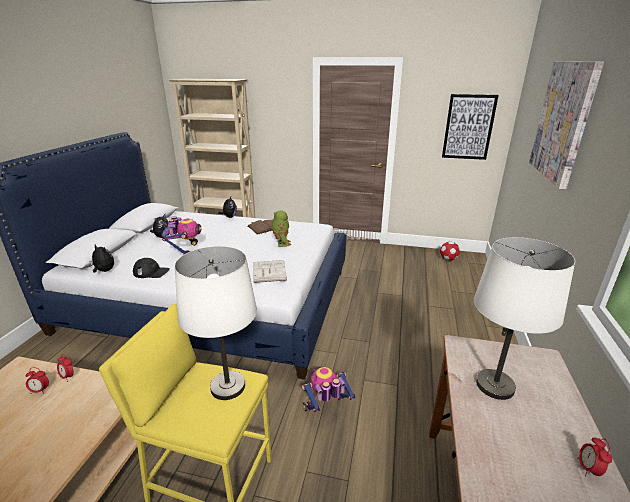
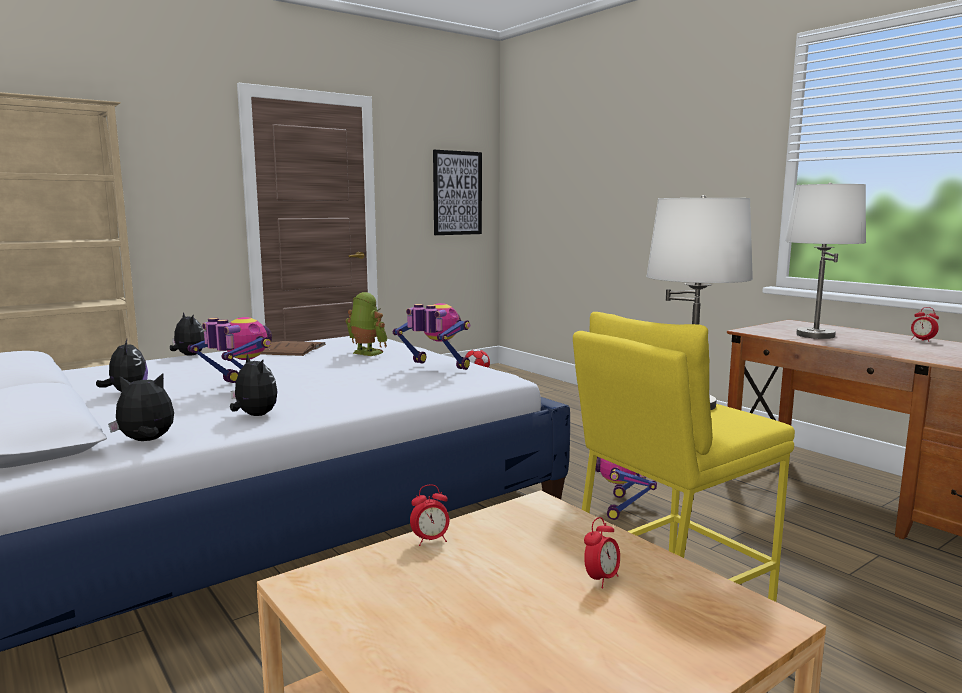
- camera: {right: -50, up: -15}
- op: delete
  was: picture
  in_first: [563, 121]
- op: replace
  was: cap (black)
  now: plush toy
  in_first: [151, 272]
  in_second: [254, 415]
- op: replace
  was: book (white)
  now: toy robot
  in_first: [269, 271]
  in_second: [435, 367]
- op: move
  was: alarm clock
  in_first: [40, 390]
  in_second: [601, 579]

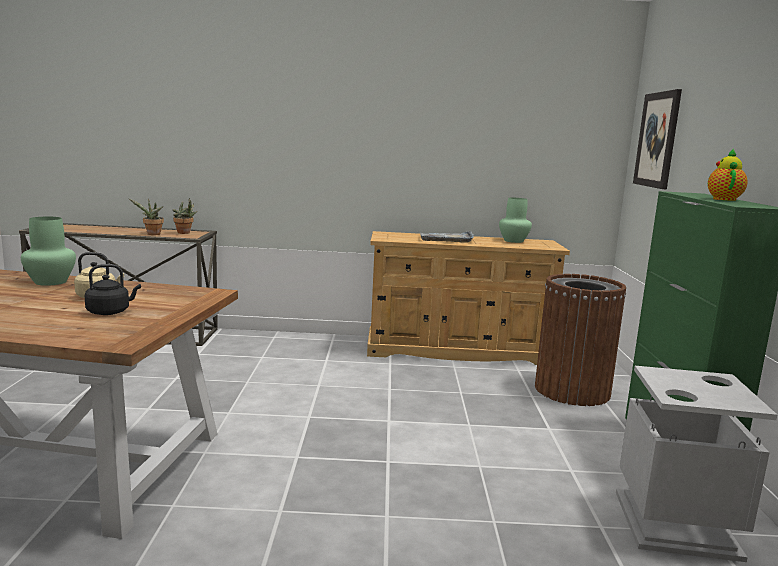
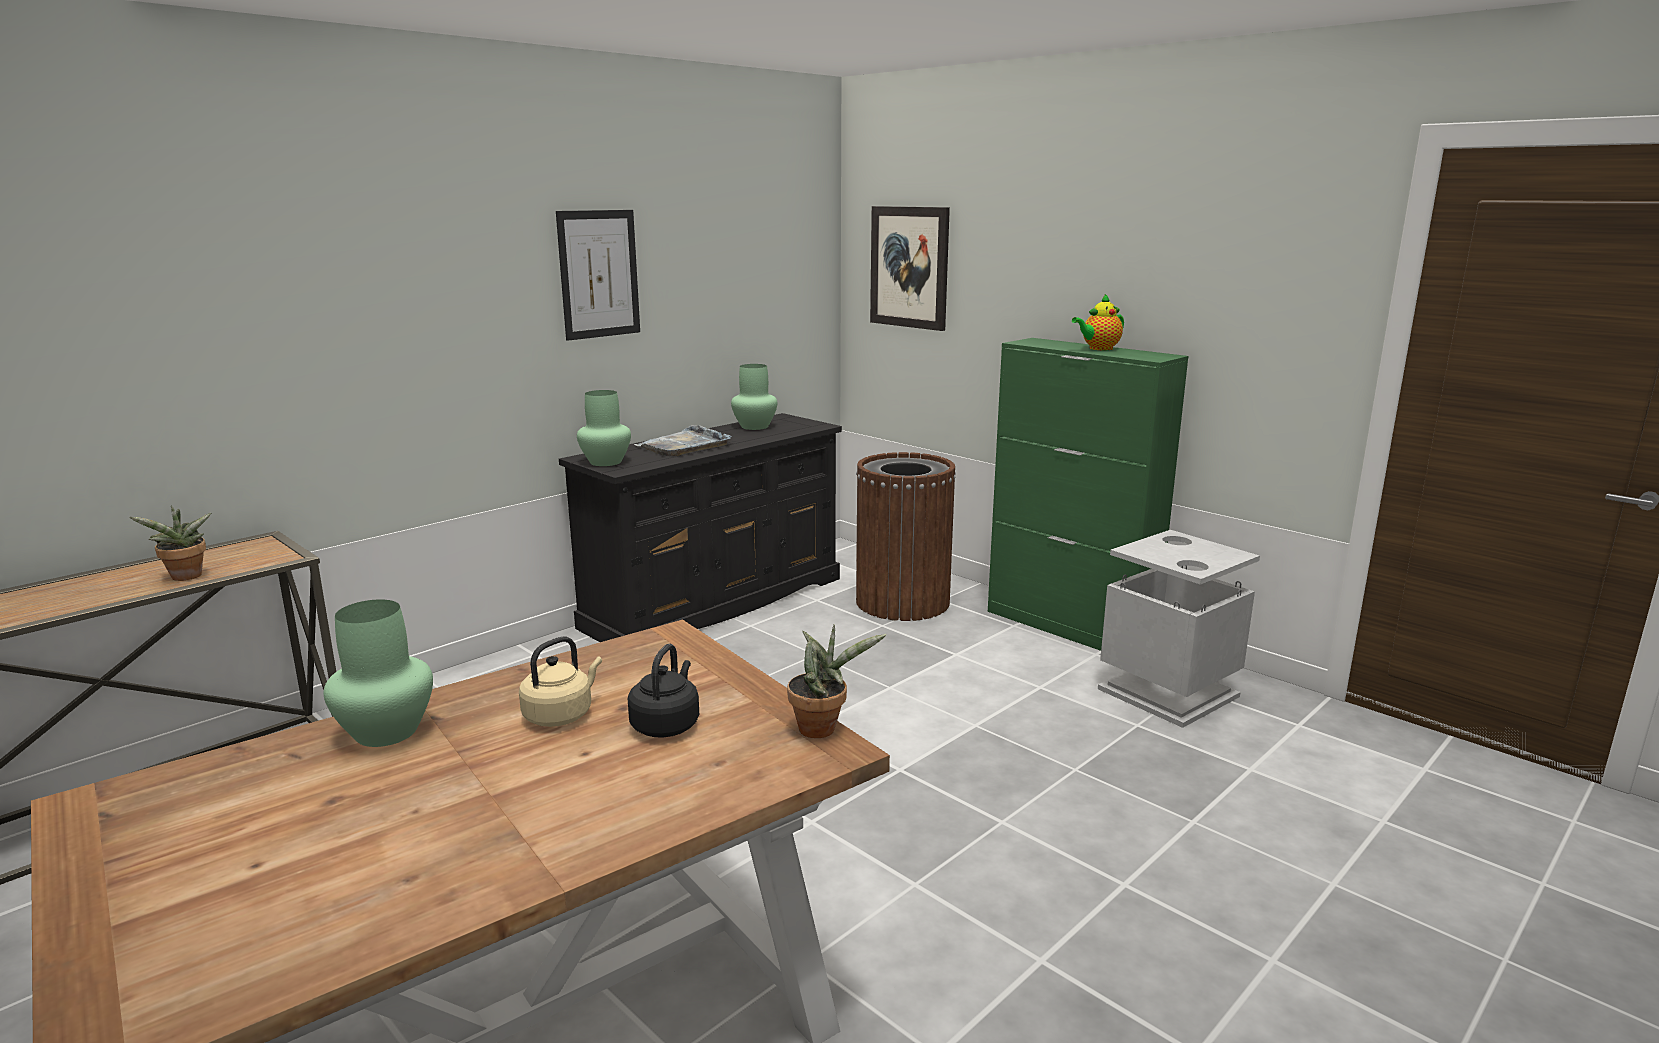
- camera: {right: -45, up: 5}
- op: rotate
  was: teapot
  in_first: [723, 199]
  in_second: [1098, 349]
  clockwise: -90
- op: move
  was: potted plant
  in_first: [185, 233]
  in_second: [822, 728]
- op: recolor
  was: dresser (beige)
  now: dresser (black)
  in_first: [459, 350]
  in_second: [716, 602]
- op: insert
  now: picture
  in_second: [599, 274]
- op: insert
  now: vase (green)
  in_second: [606, 462]

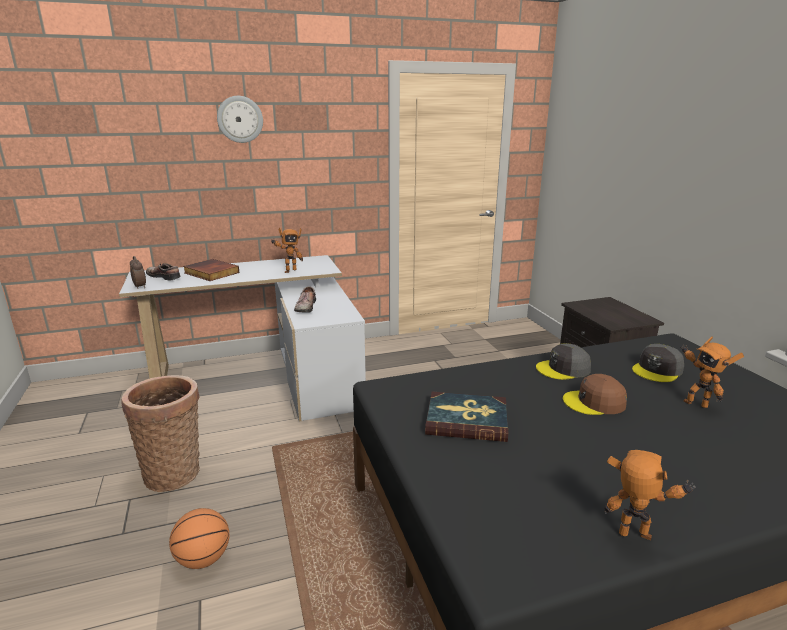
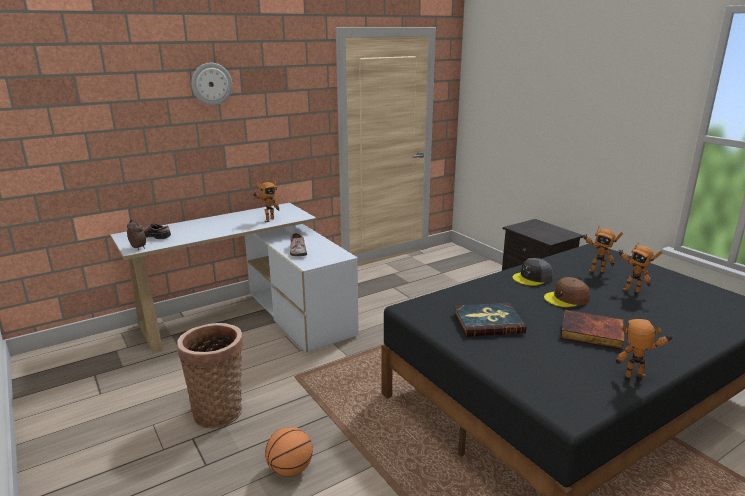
- camera: {right: -15, up: 0}
- op: move
  was: book
  in_first: [210, 273]
  in_second: [591, 333]
- op: replace
  was: cap (grey)
  now: toy robot
  in_first: [657, 370]
  in_second: [596, 271]

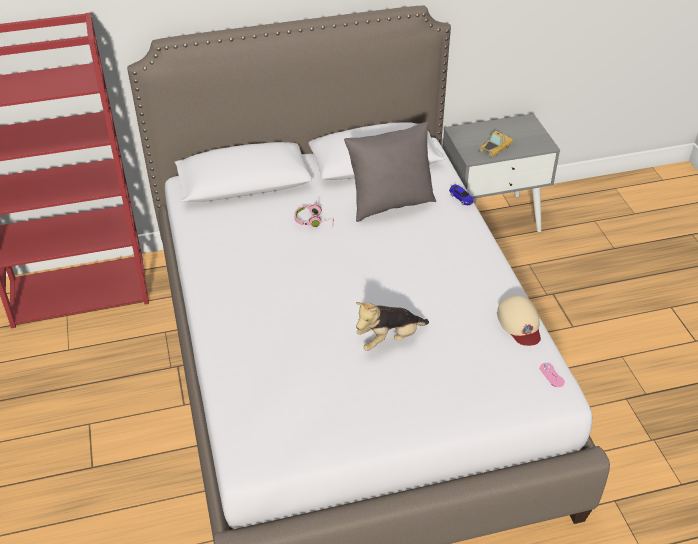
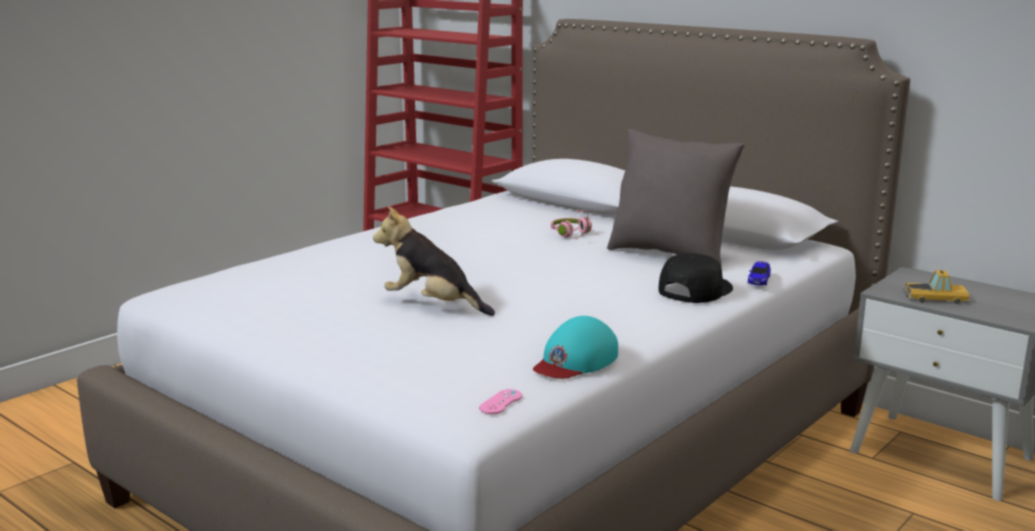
- camera: {right: 55, up: -25}
- op: recolor
  was: cap (beige)
  now: cap (turquoise)
  in_first: [519, 323]
  in_second: [575, 360]
- op: insert
  now: cap (black)
  in_second: [694, 289]

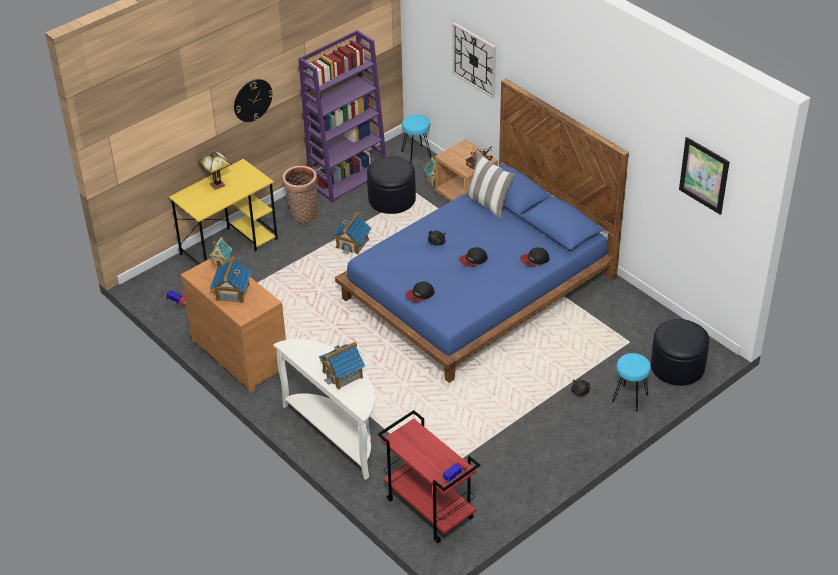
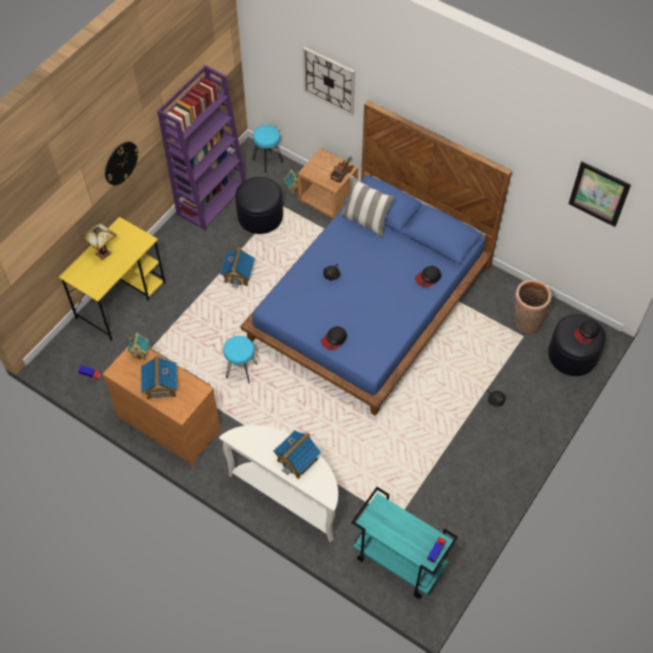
- camera: {right: -15, up: 15}
- op: move
  was: basket
  in_first: [302, 214]
  in_second: [526, 321]
- op: move
  was: cap
  in_first: [473, 260]
  in_second: [586, 333]
- op: move
  was: stool (turquoise)
  in_first: [629, 397]
  in_second: [241, 370]
- op: recolor
  was: cart (red)
  now: cart (turquoise)
  in_first: [428, 509]
  in_second: [398, 561]

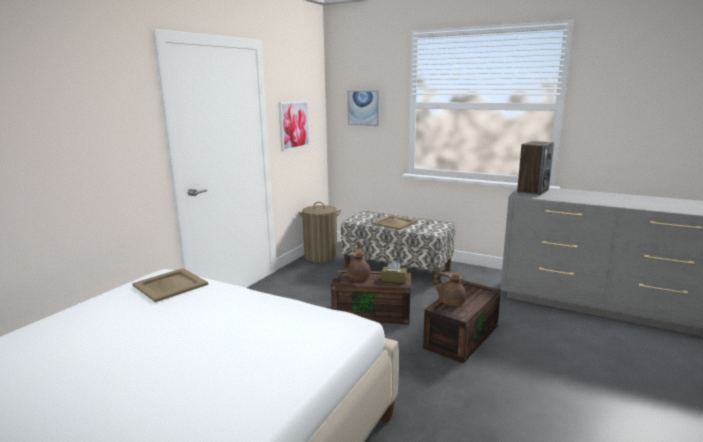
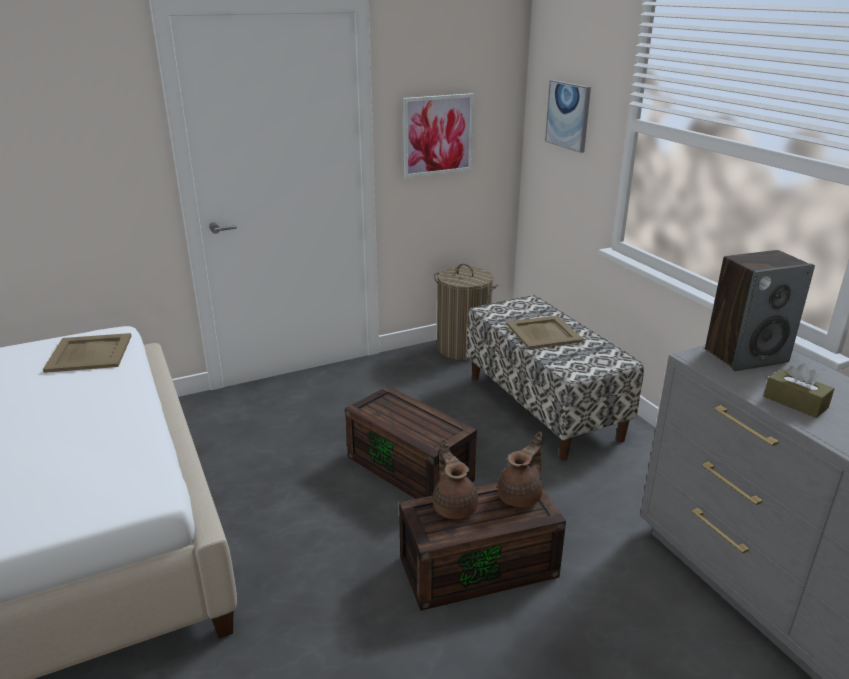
- camera: {right: 35, up: 10}
- op: move
  was: teapot (brown)
  in_first: [359, 276]
  in_second: [521, 496]
- op: move
  was: tissue box (brown)
  in_first: [394, 279]
  in_second: [795, 402]

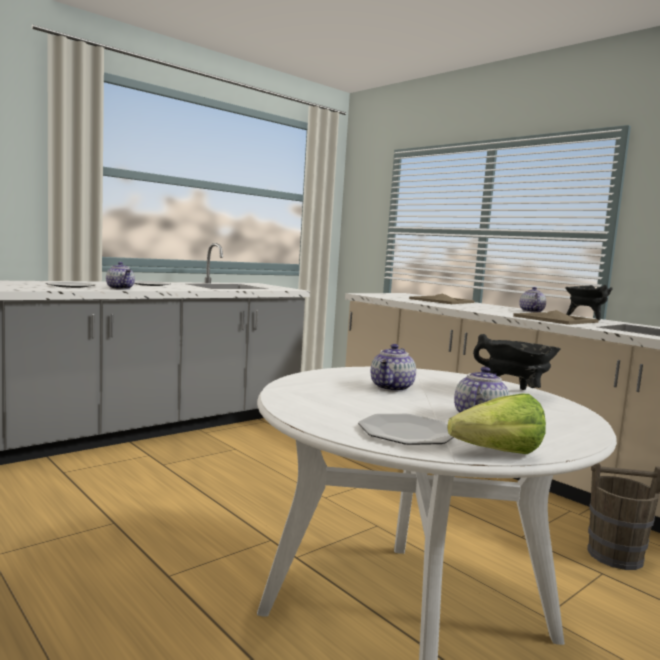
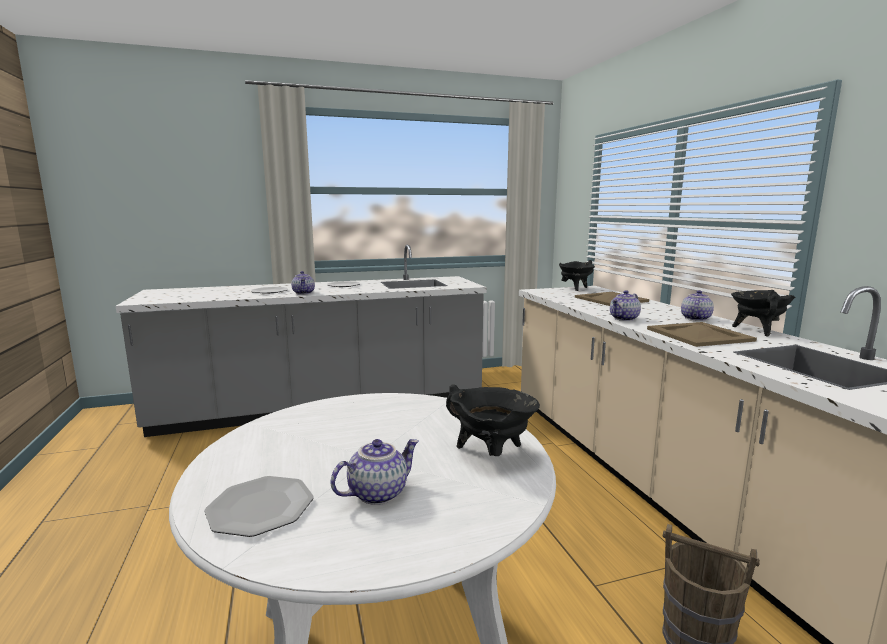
- camera: {right: 25, up: 5}
- op: move
  was: teapot
  in_first: [392, 388]
  in_second: [624, 319]
- op: delete
  was: lettuce
  in_first: [489, 453]
- op: insert
  now: cooking pot (black)
  in_second: [575, 289]

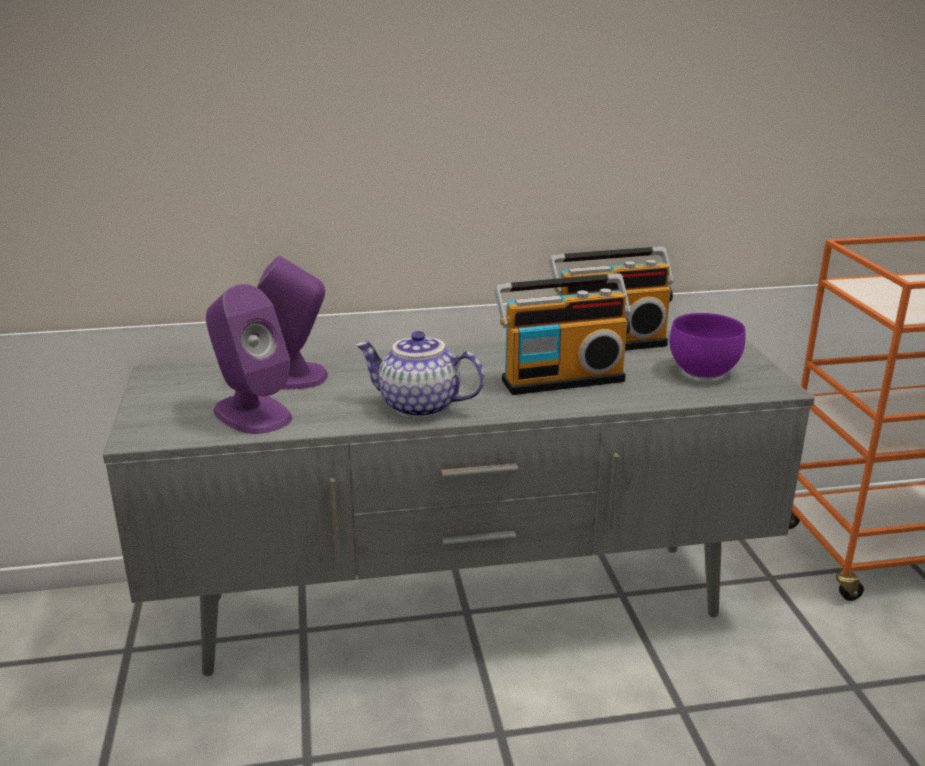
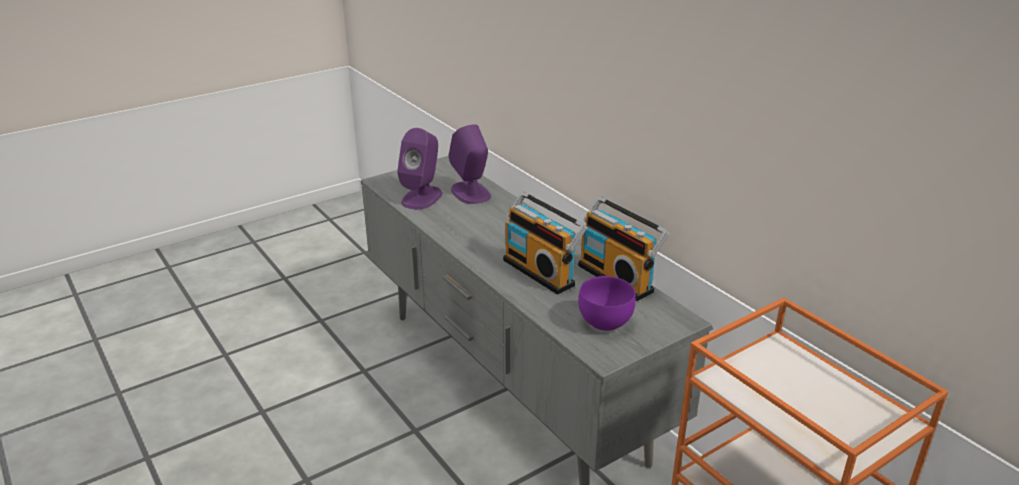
- camera: {right: 65, up: 5}
- op: delete
  was: teapot
  in_first: [418, 407]

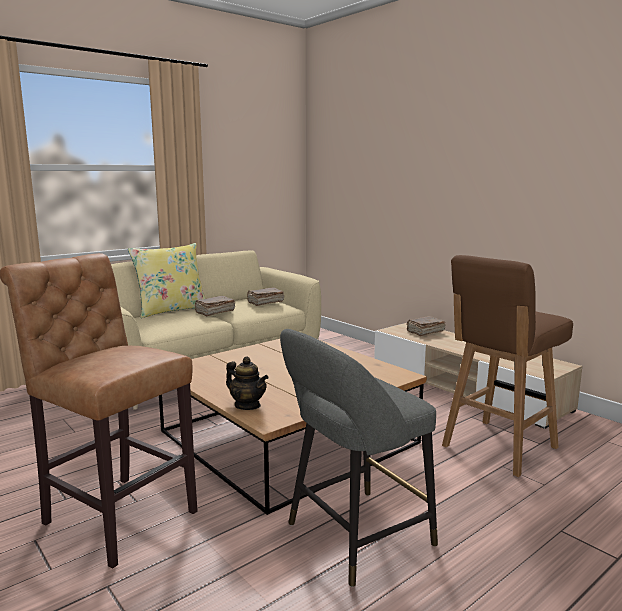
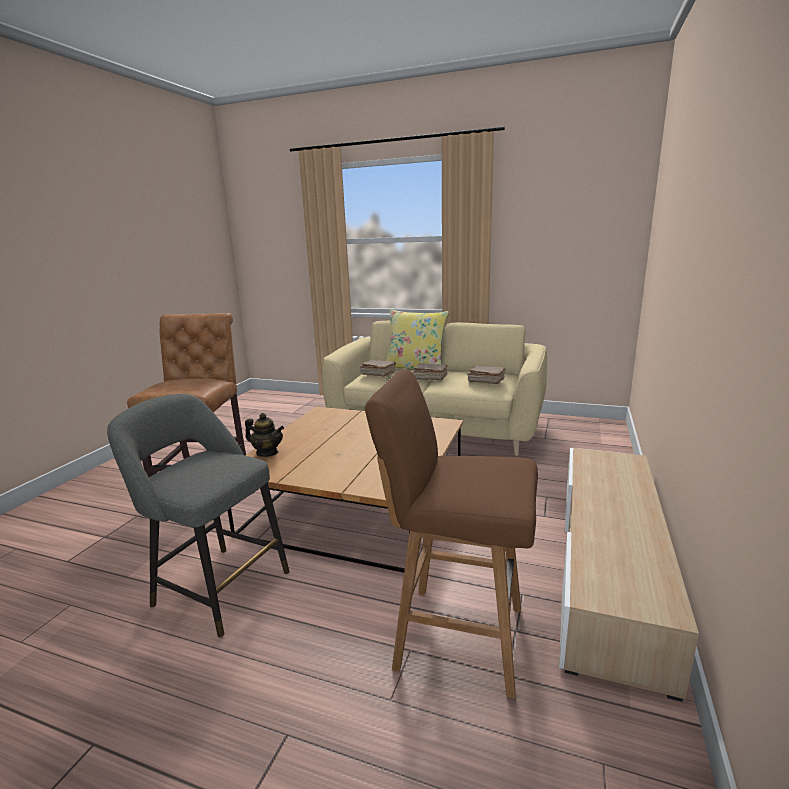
- camera: {right: 60, up: 5}
- op: move
  was: book (brown)
  in_first: [425, 332]
  in_second: [378, 374]
- op: rotate
  was: teapot
  in_first: [247, 405]
  in_second: [267, 453]
  clockwise: -75

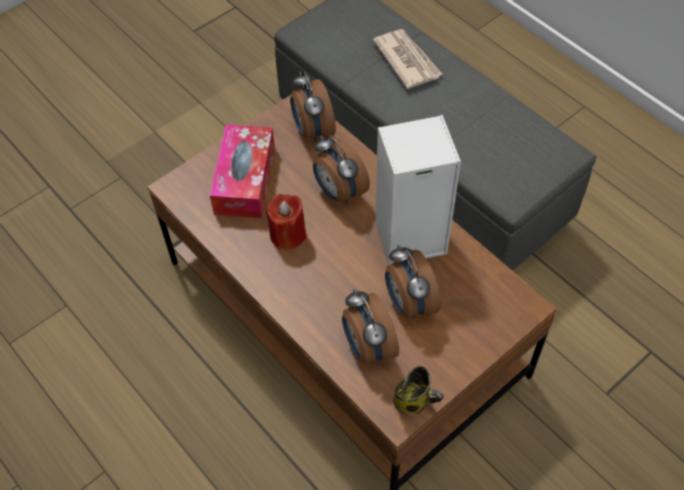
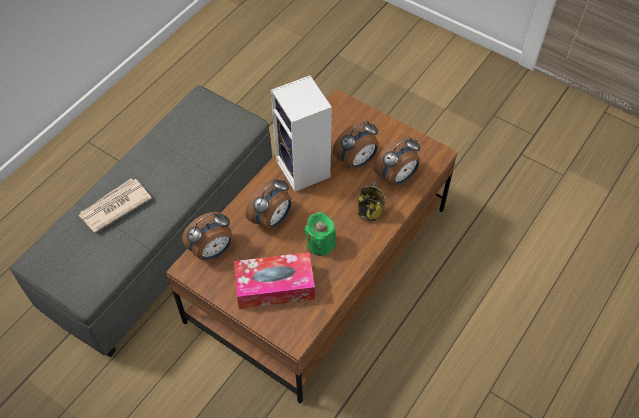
- camera: {right: -105, up: 0}
- op: recolor
  was: candle (red)
  now: candle (green)
  in_first: [287, 234]
  in_second: [320, 243]
- op: move
  was: mug
  in_first: [413, 401]
  in_second: [369, 211]

